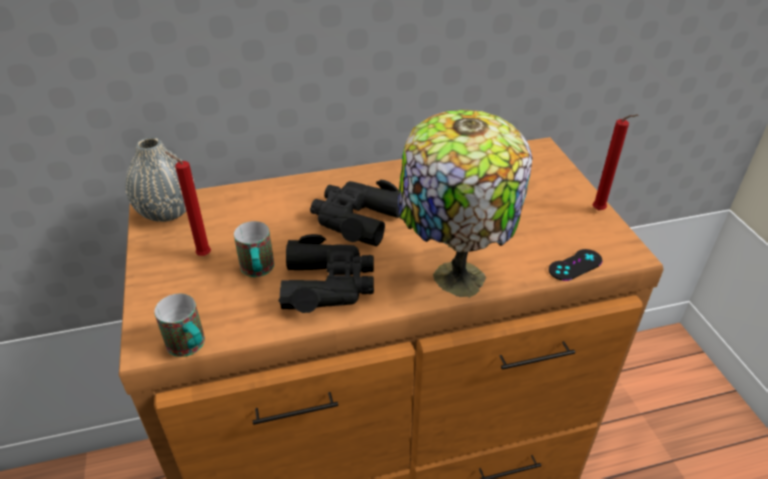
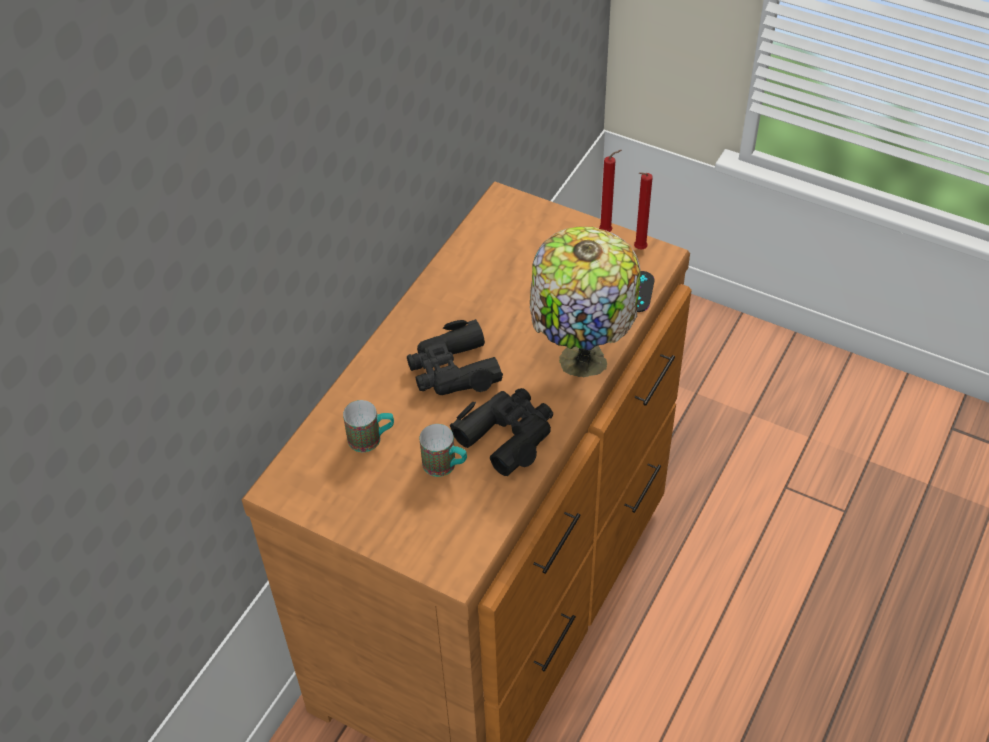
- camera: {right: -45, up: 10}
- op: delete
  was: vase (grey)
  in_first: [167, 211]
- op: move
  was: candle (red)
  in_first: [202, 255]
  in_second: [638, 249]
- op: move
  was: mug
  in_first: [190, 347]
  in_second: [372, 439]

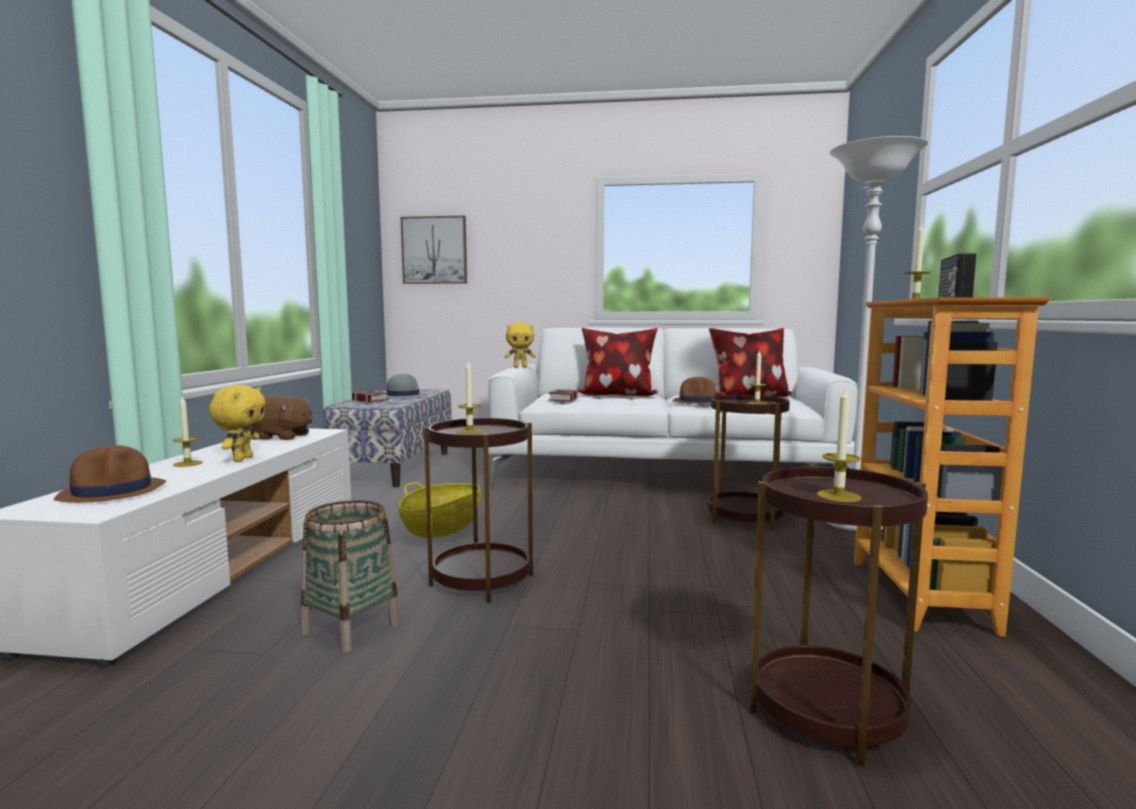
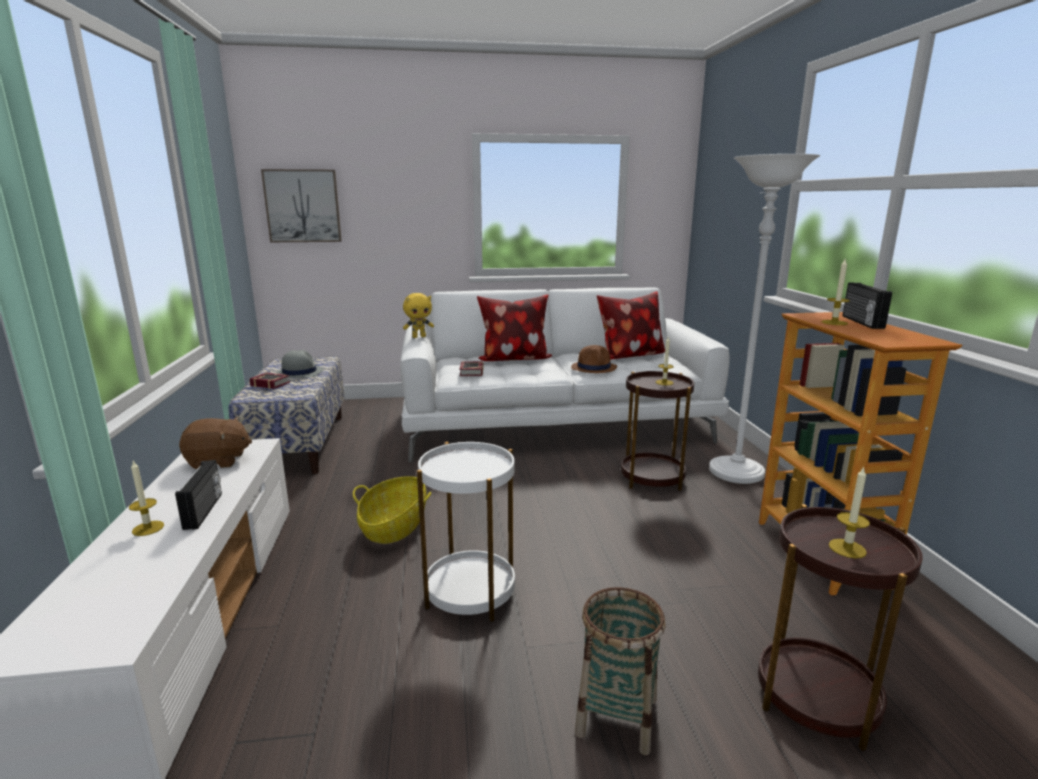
- camera: {right: -15, up: 10}
- op: delete
  was: candle
  in_first: [469, 431]
- op: replace
  was: plush toy (yellow)
  now: radio
  in_first: [241, 459]
  in_second: [205, 511]
- op: recolor
  was: side table (brown)
  now: side table (white)
  in_first: [482, 580]
  in_second: [470, 593]
- op: delete
  was: hat (brown)
  in_first: [113, 491]
- op: move
  was: basket
  in_first: [351, 628]
  in_second: [616, 716]

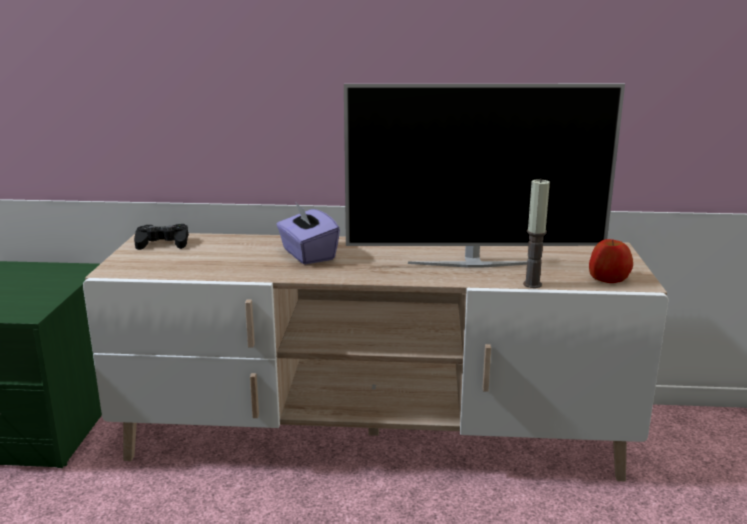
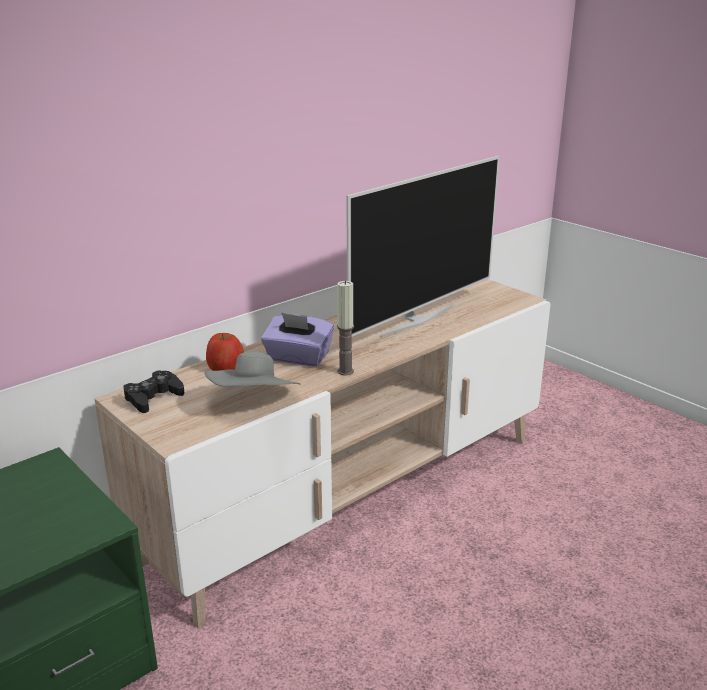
- camera: {right: -45, up: 5}
- op: move
  was: candle
  in_first: [532, 284]
  in_second: [345, 371]
- op: move
  was: apple
  in_first: [608, 278]
  in_second: [225, 367]
- op: insert
  now: hat (grey)
  in_second: [255, 402]

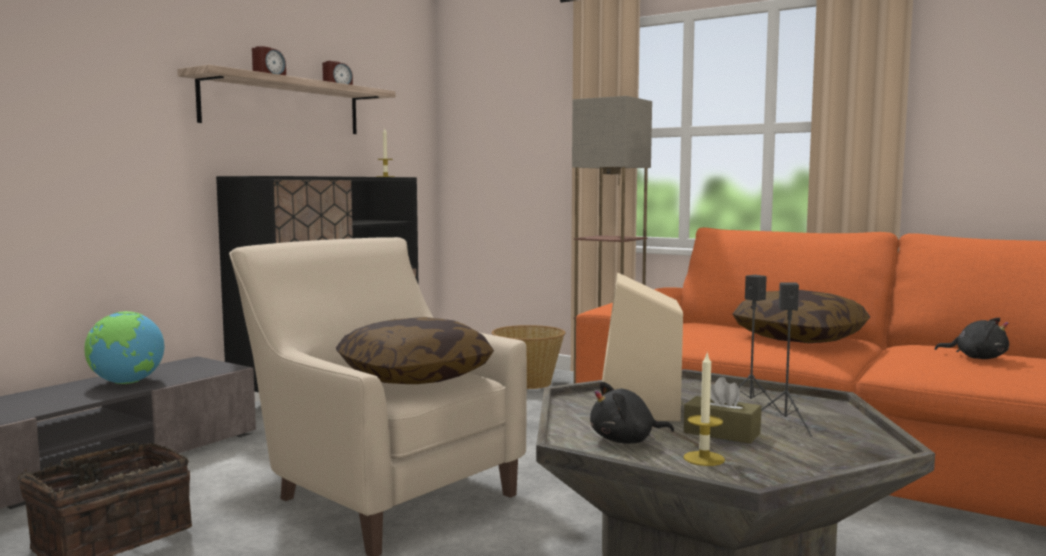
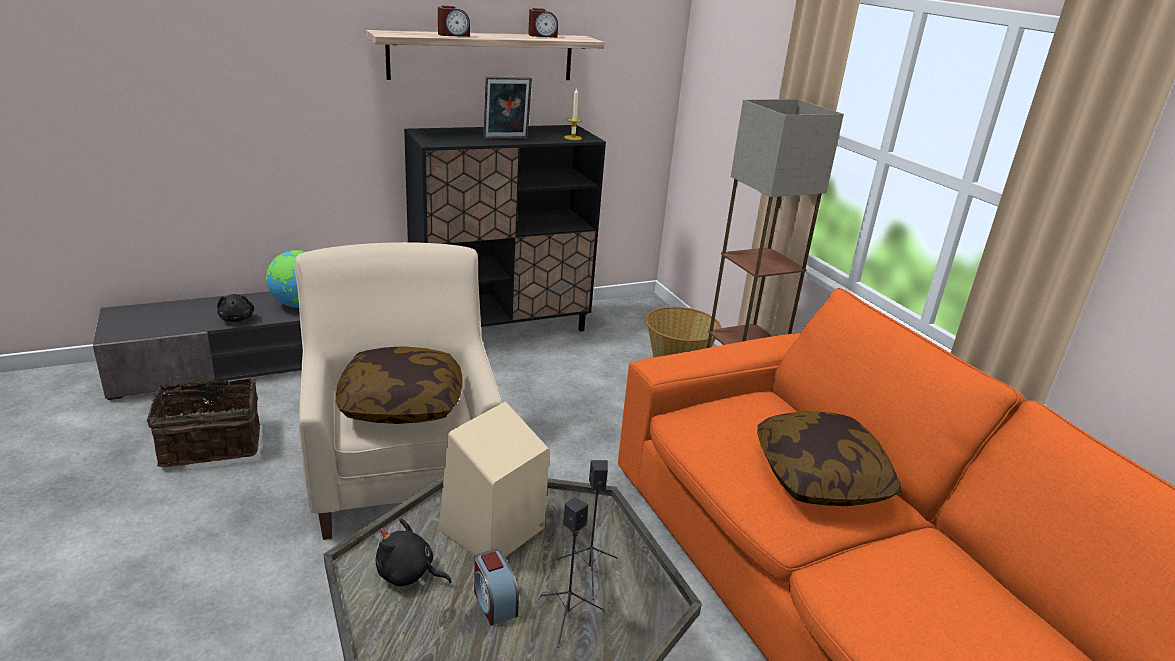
- camera: {right: 30, up: 20}
- op: move
  was: plush toy (black)
  in_first: [976, 358]
  in_second: [237, 318]
- op: delete
  was: candle
  in_first: [704, 458]
- op: replace
  was: tissue box (brown)
  now: alarm clock
  in_first: [721, 433]
  in_second: [494, 602]
- op: insert
  now: picture frame
  in_second: [506, 139]

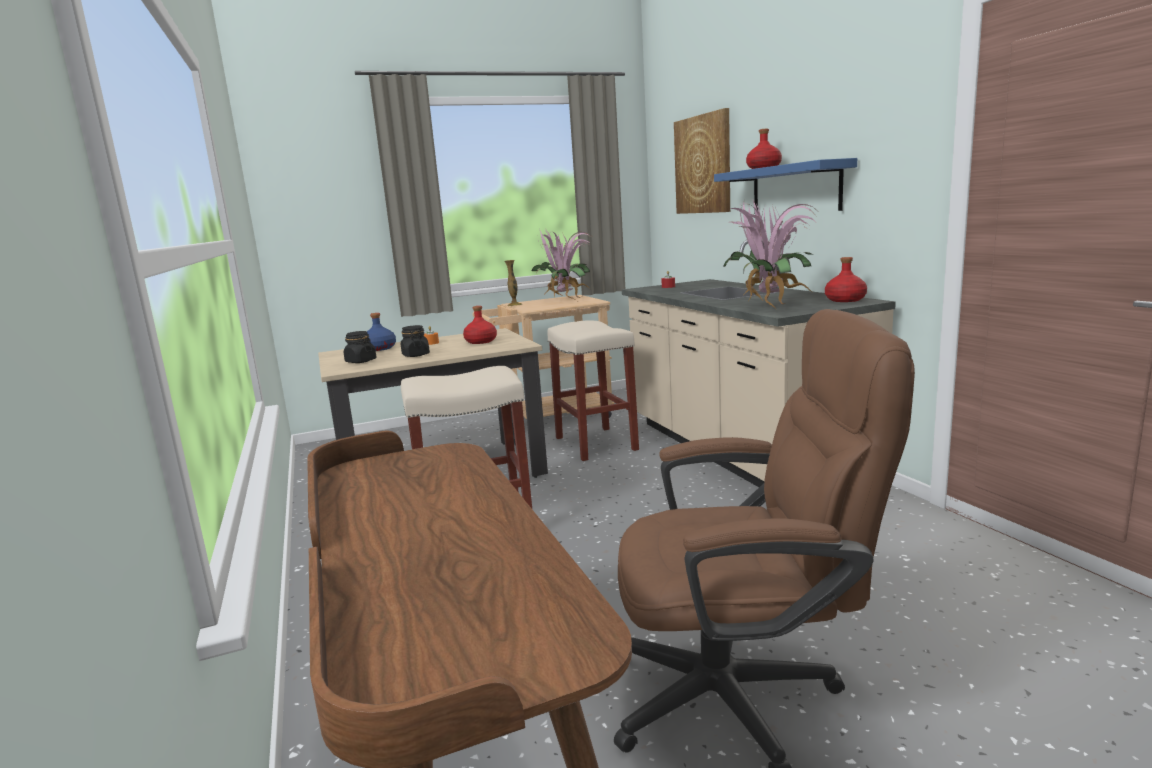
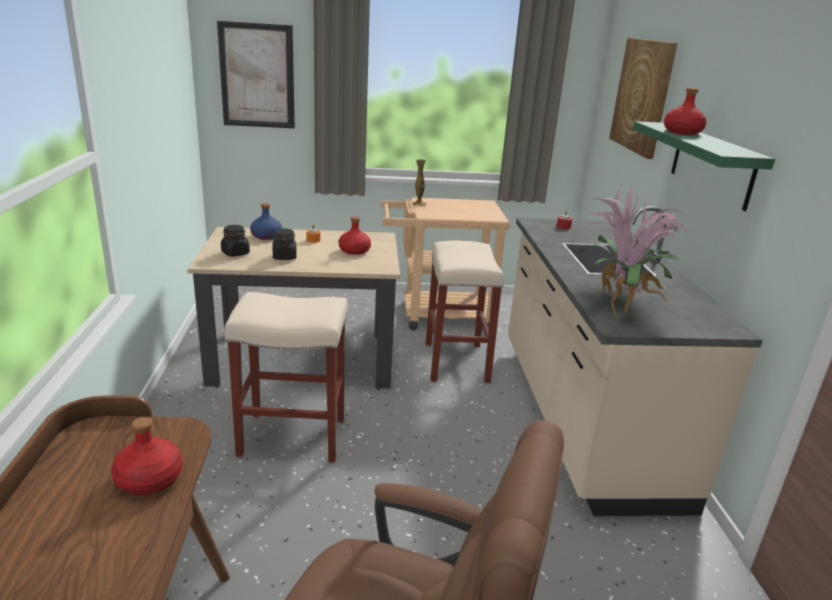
- camera: {right: 15, up: 10}
- op: recolor
  was: shelf (blue)
  now: shelf (green)
  in_first: [795, 189]
  in_second: [711, 164]
- op: delete
  was: potted plant
  in_first: [564, 300]
- op: move
  was: bottle (red)
  in_first: [845, 300]
  in_second: [150, 479]
- op: insert
  now: picture
  in_second: [257, 76]

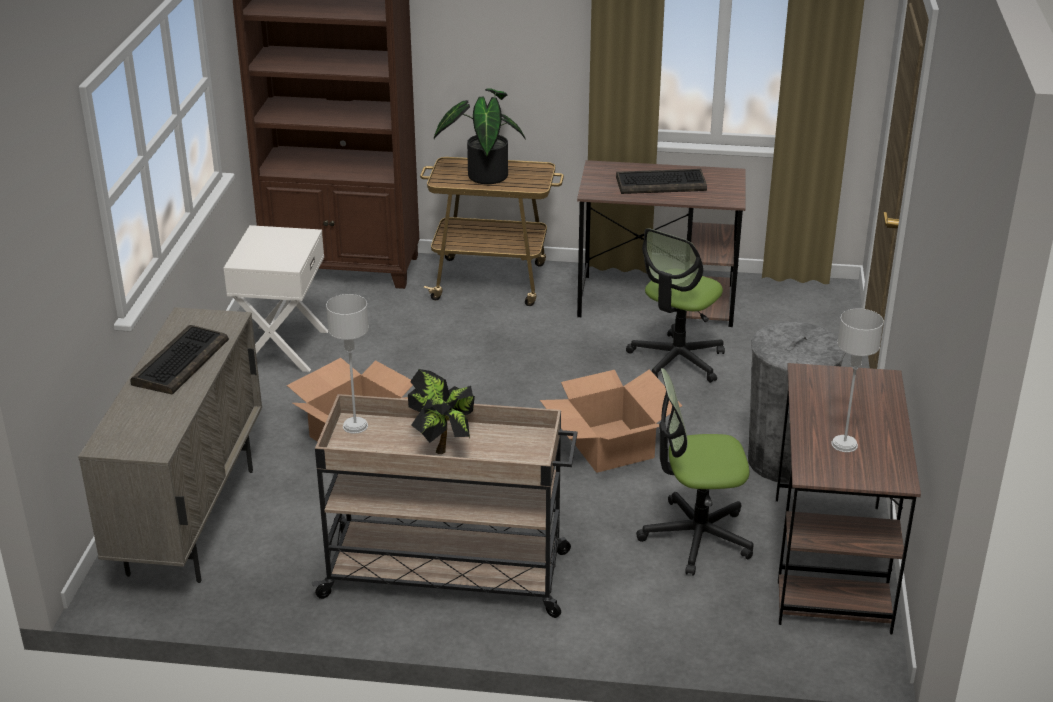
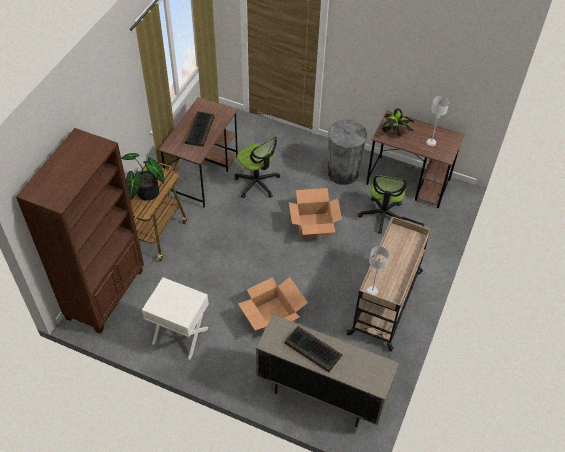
- camera: {right: -75, up: 20}
- op: move
  was: potted plant
  in_first: [444, 445]
  in_second: [395, 134]

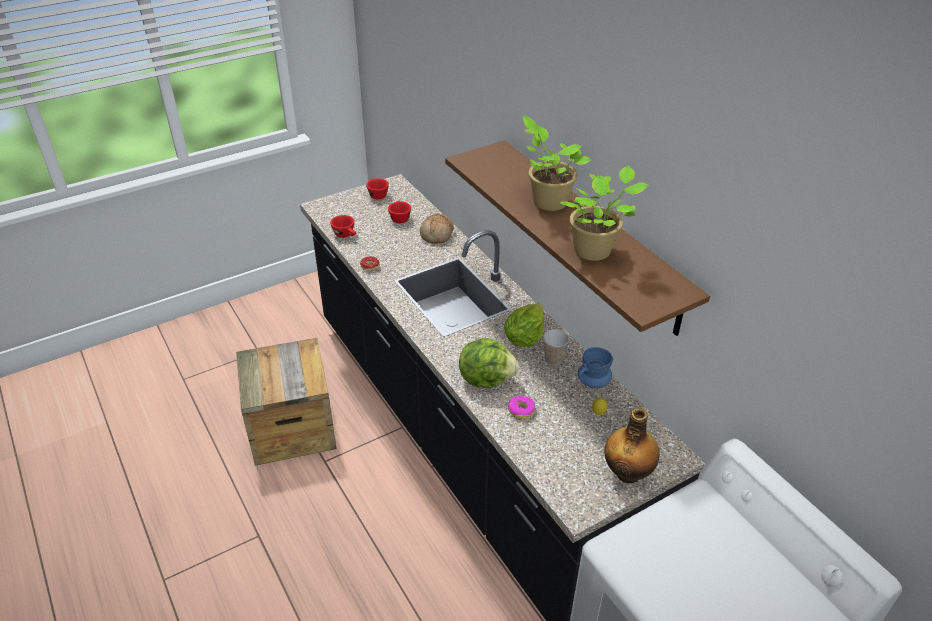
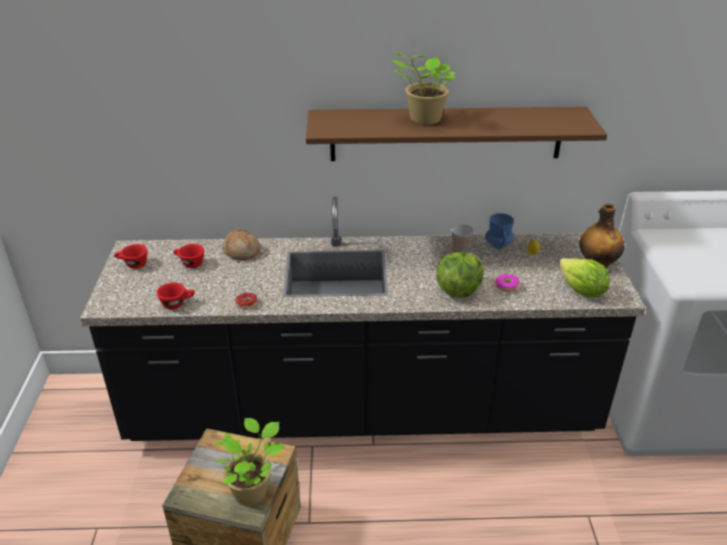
- camera: {right: -60, up: -5}
- op: move
  was: potted plant
  in_first: [595, 251]
  in_second: [252, 491]
- op: move
  was: lettuce
  in_first: [524, 337]
  in_second: [581, 291]

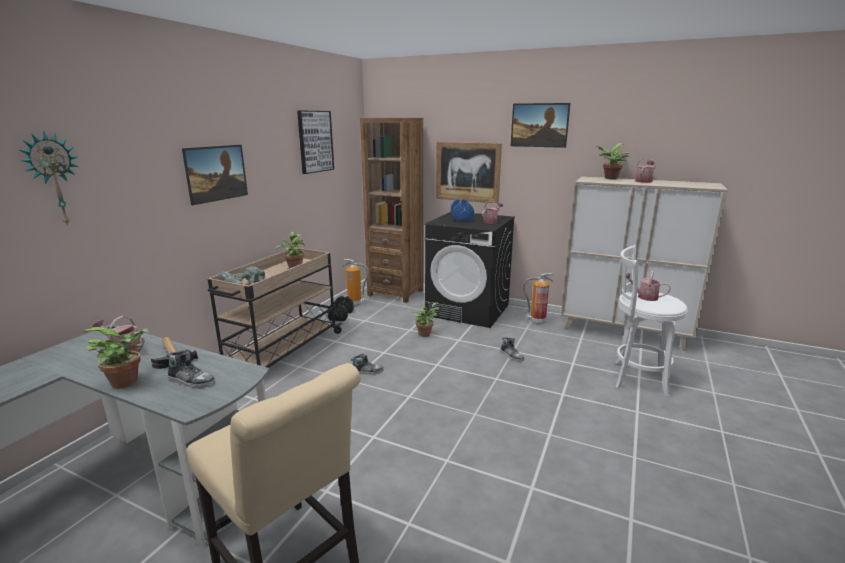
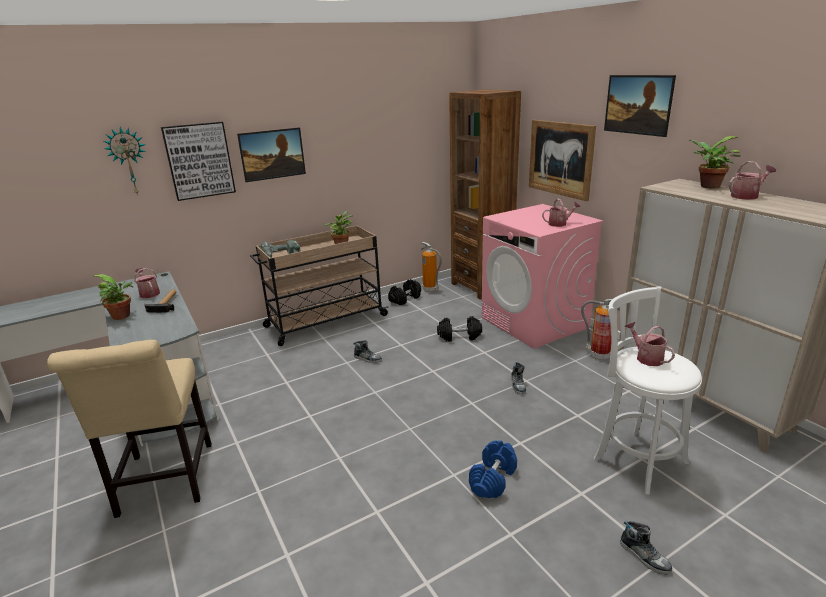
- camera: {right: 35, up: 5}
- op: move
  was: picture
  in_first: [315, 141]
  in_second: [199, 160]
- op: move
  was: dumbbell (blue)
  in_first: [462, 218]
  in_second: [493, 479]
- op: recolor
  was: washing machine (black)
  now: washing machine (pink)
  in_first: [468, 310]
  in_second: [534, 322]
- op: replace
  was: potted plant
  now: dumbbell (black)
  in_first: [425, 333]
  in_second: [459, 336]
- op: move
  was: shoe
  in_first: [191, 381]
  in_second: [644, 556]

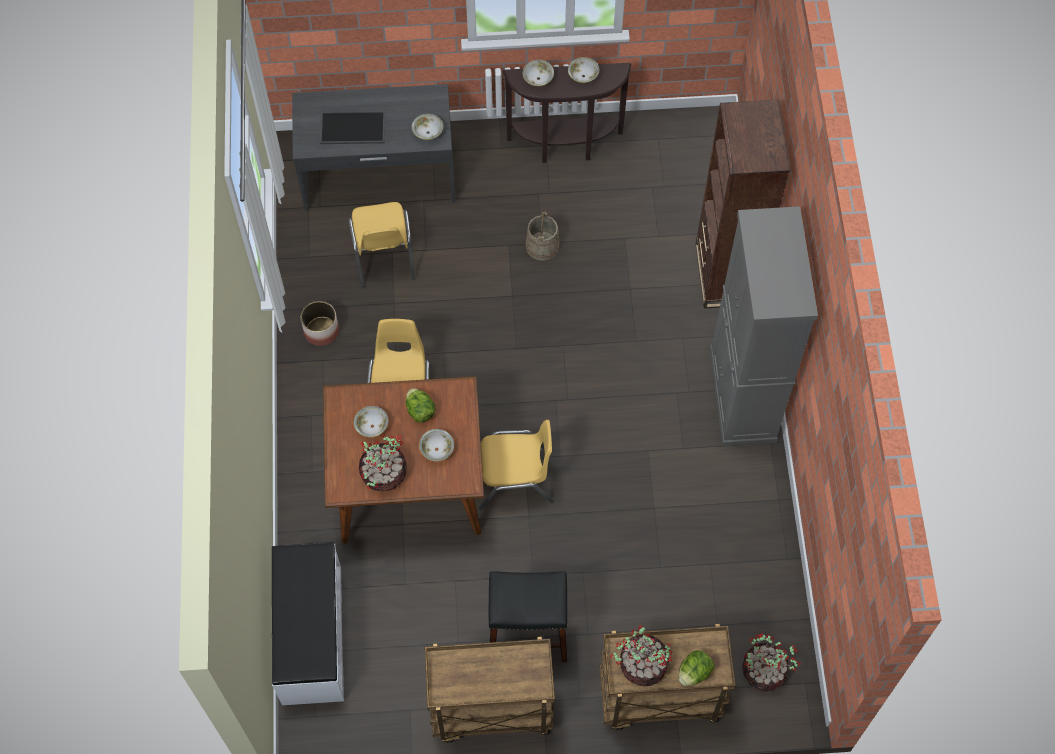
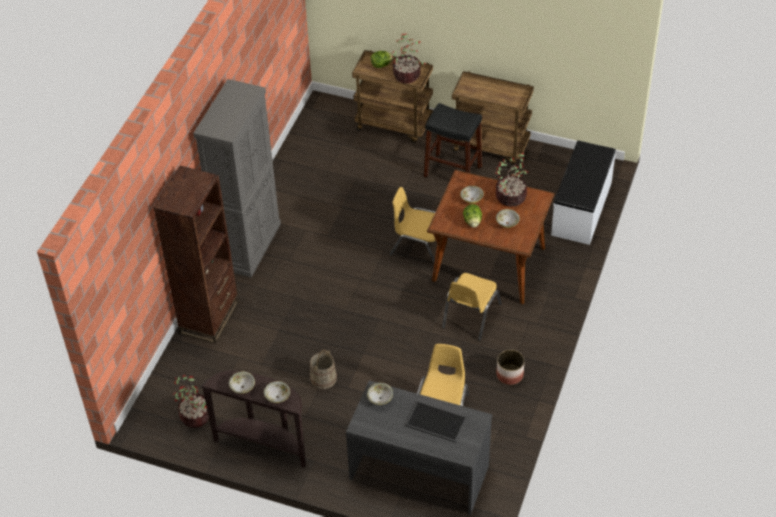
- camera: {right: -155, up: -15}
- op: move
  was: potted plant
  in_first: [765, 671]
  in_second: [194, 415]

